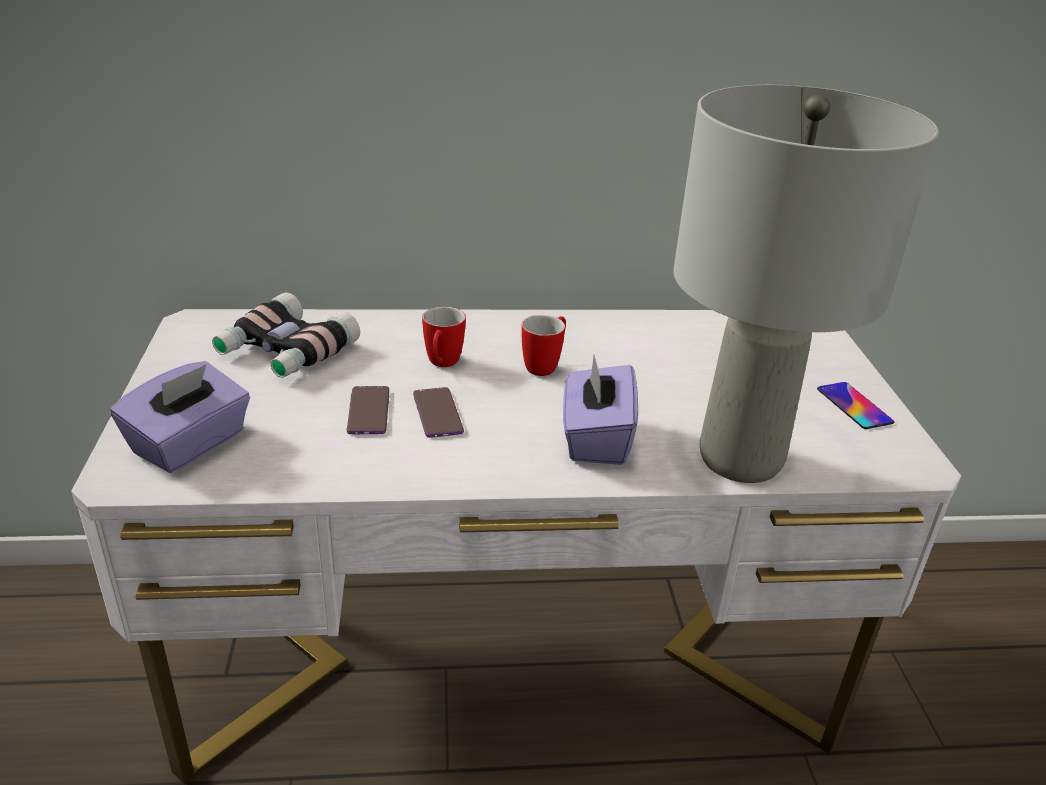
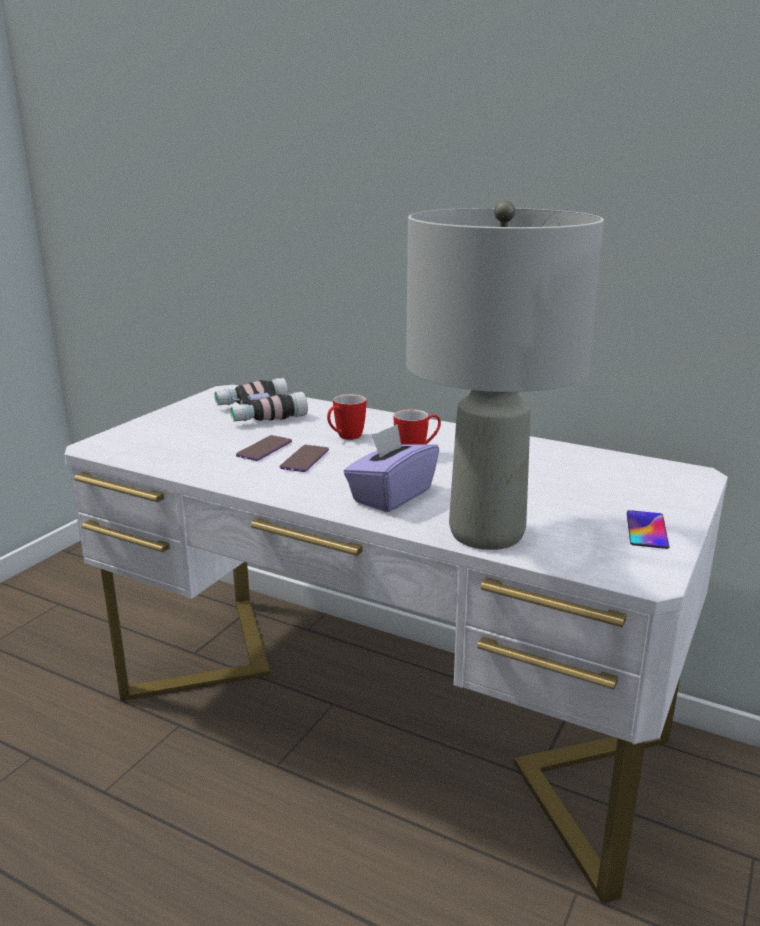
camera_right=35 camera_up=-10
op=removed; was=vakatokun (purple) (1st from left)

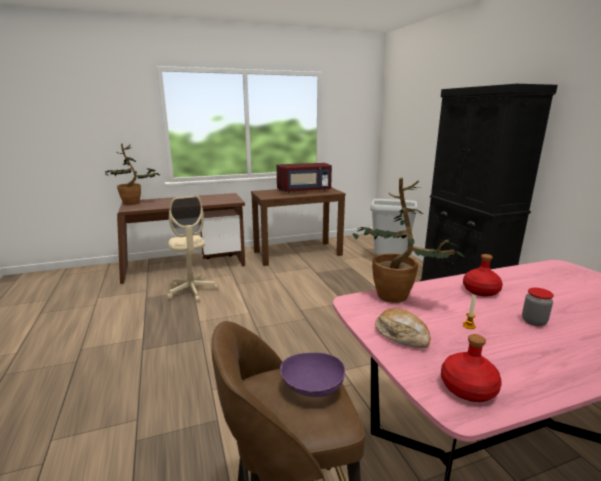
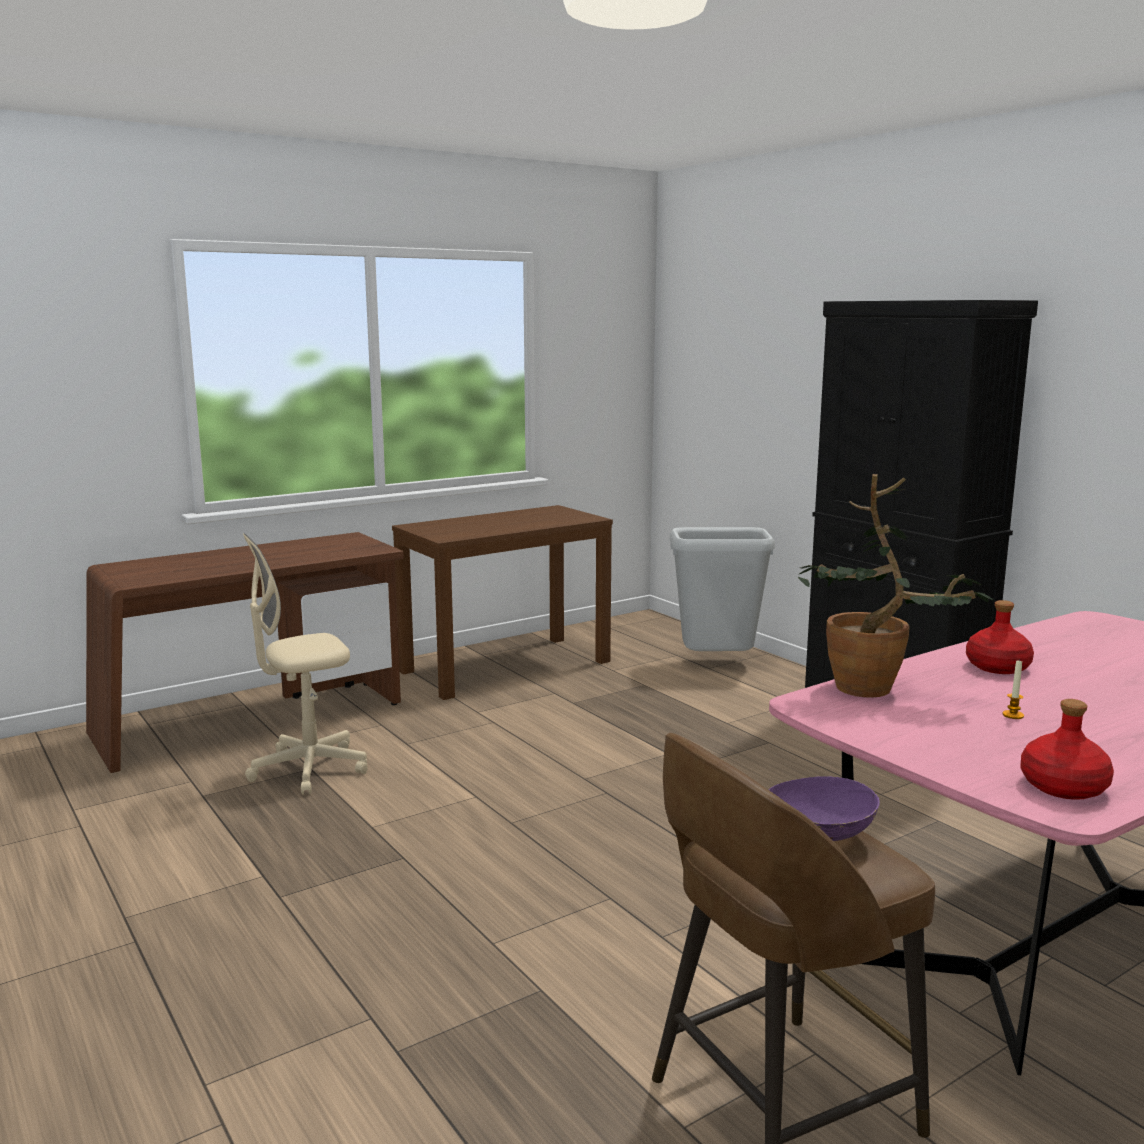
camera_right=-15 camera_up=-5
op=removed; was=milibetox (1st from left)
op=turned; was=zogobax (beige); clockwise=105
op=removed; was=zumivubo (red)
op=removed; was=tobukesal
op=removed; was=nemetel

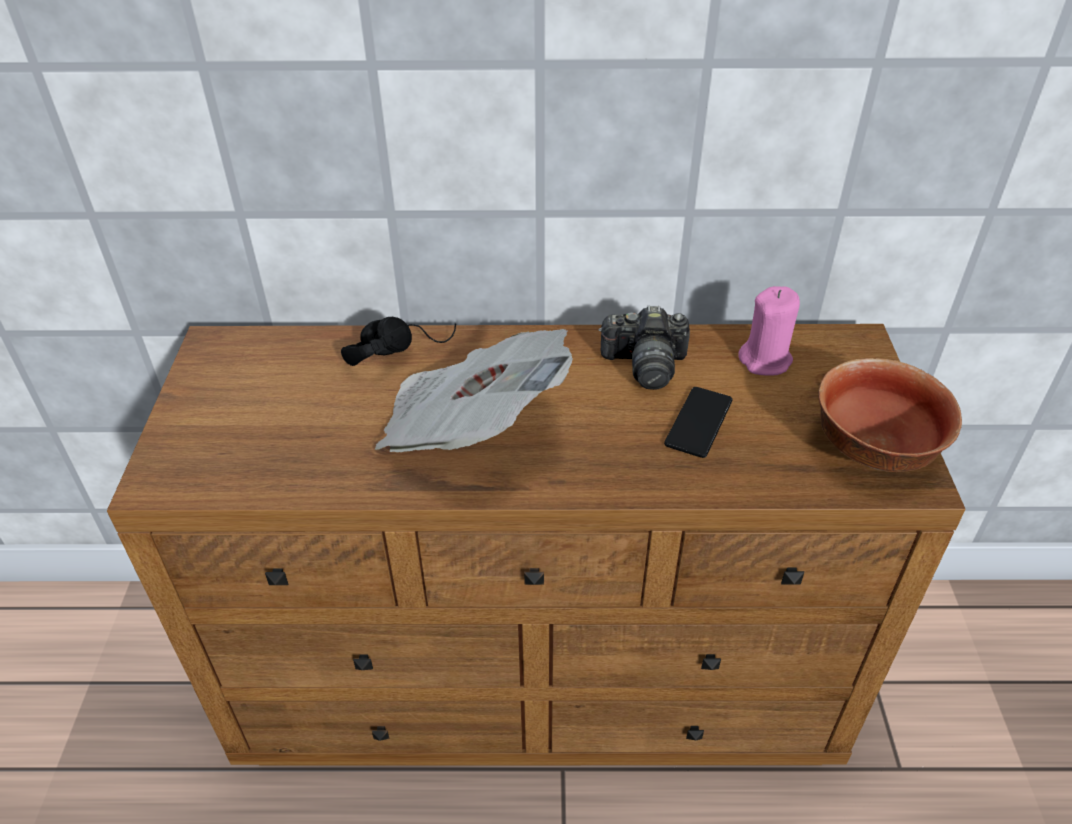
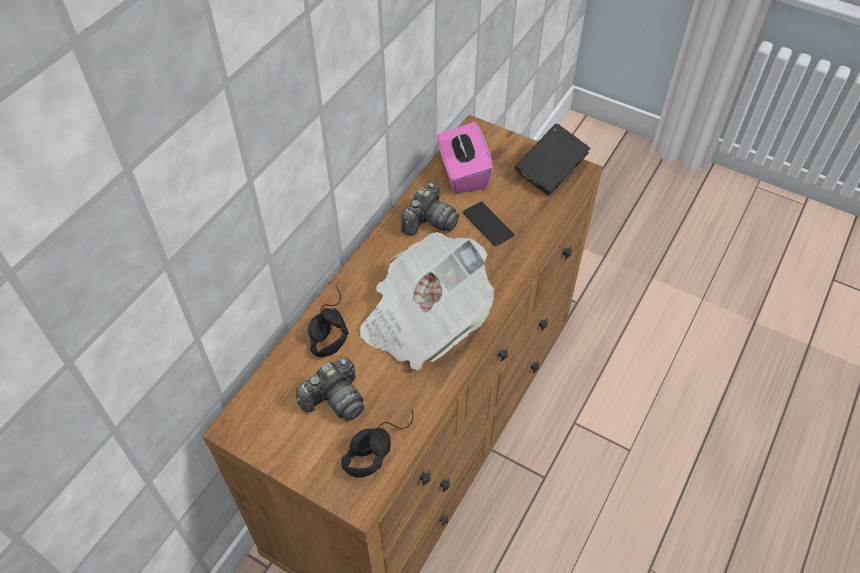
camera_right=-60 camera_up=10
op=replaced; was=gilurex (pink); now=vakatokun (pink)
op=replaced; was=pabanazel; now=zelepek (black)
op=added; now=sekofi (1st from left)
op=added; now=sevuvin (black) (2nd from left)

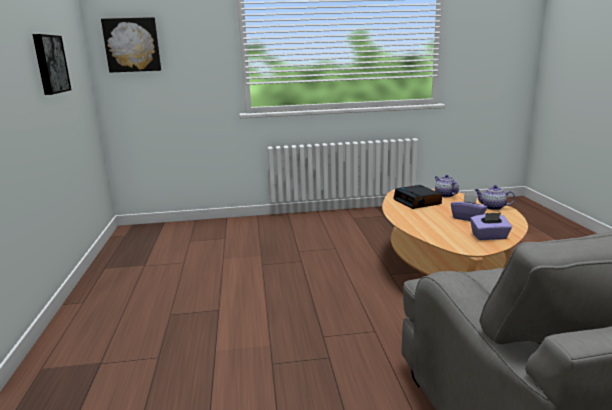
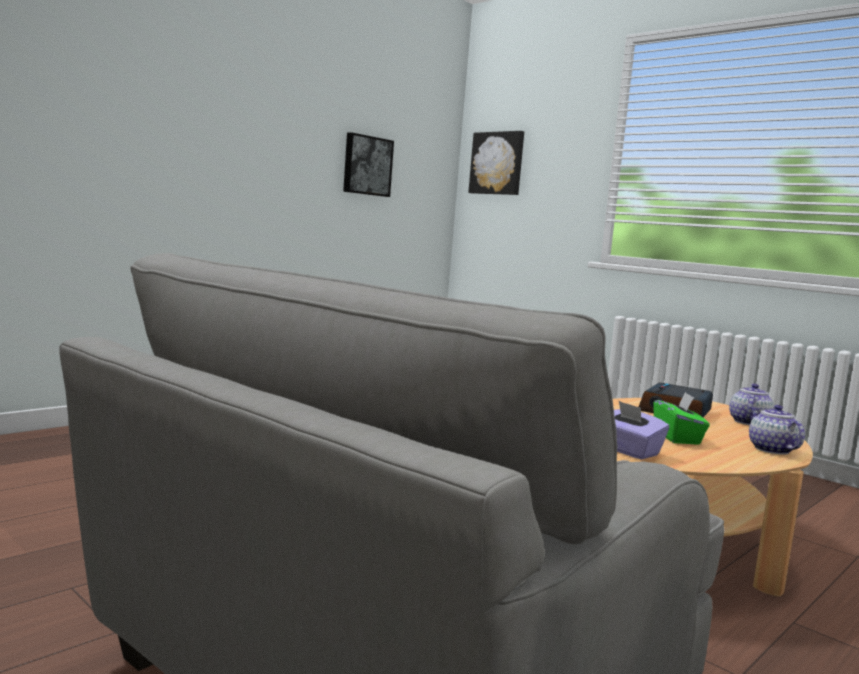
camera_right=50 camera_up=-10
op=recoloured; was=vakatokun (purple) (1st from left); now=vakatokun (green)

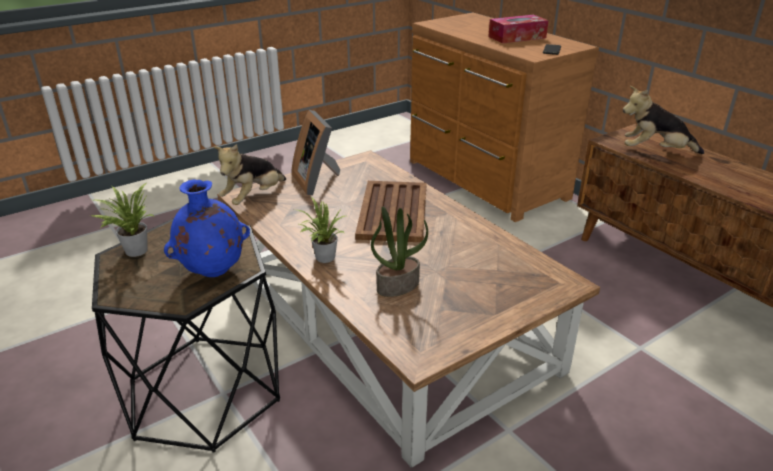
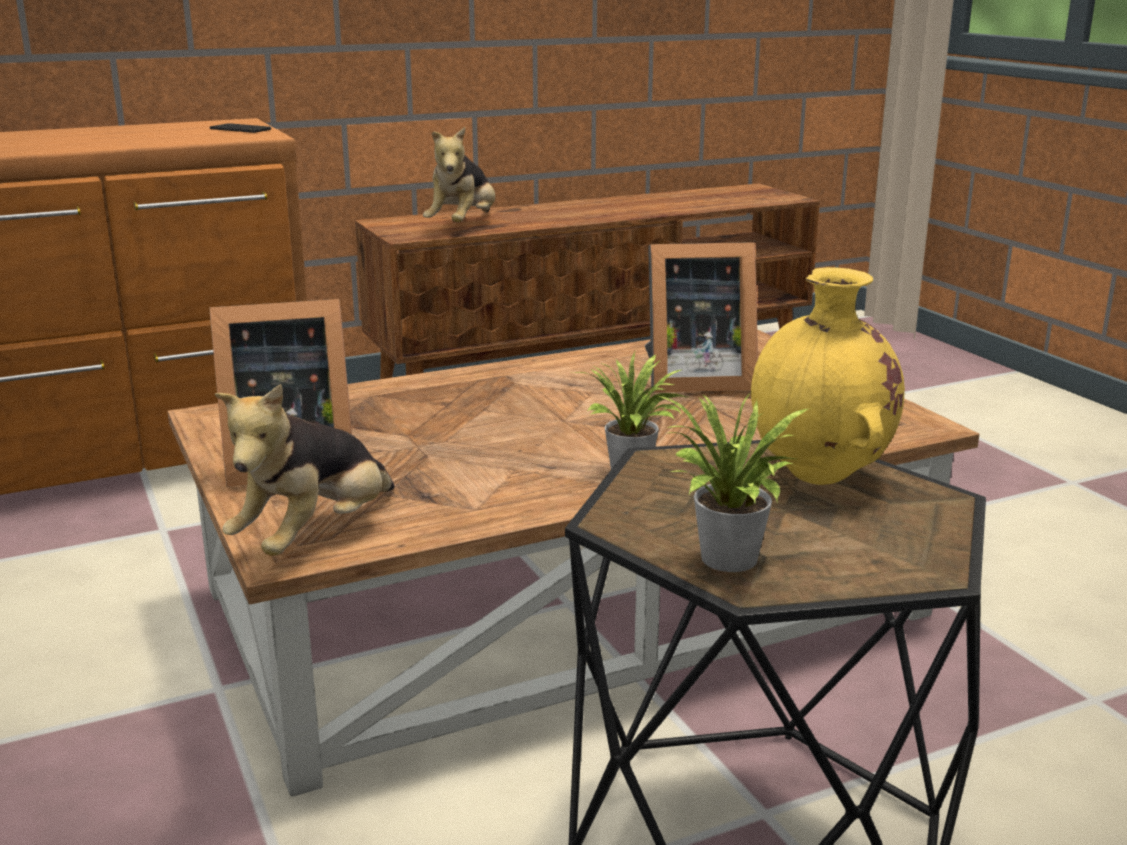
camera_right=-80 camera_up=-10
op=recoloured; was=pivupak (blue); now=pivupak (yellow)
op=turned; was=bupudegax (1st from left); clockwise=75
op=removed; was=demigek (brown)
op=removed; was=milibetox (3rd from left)
op=removed; was=vakatokun
op=added; now=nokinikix (2nd from left)

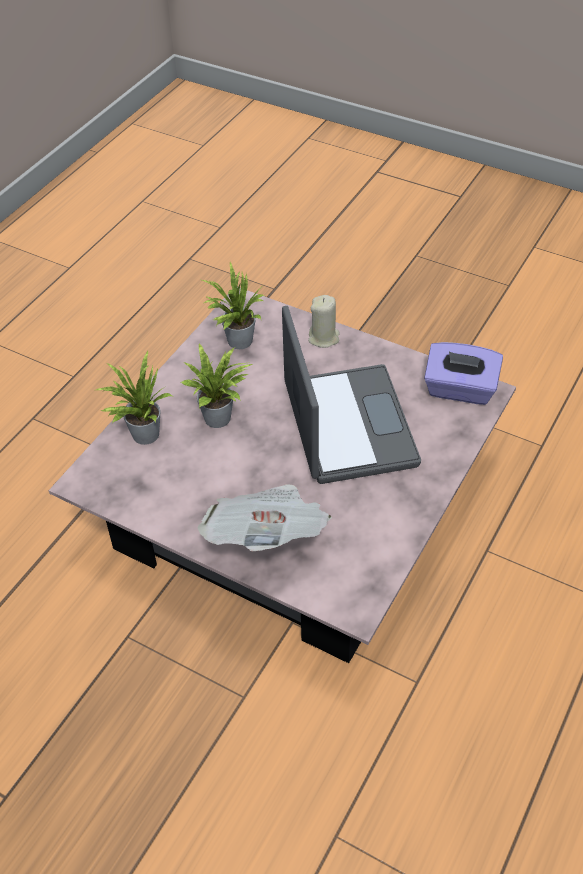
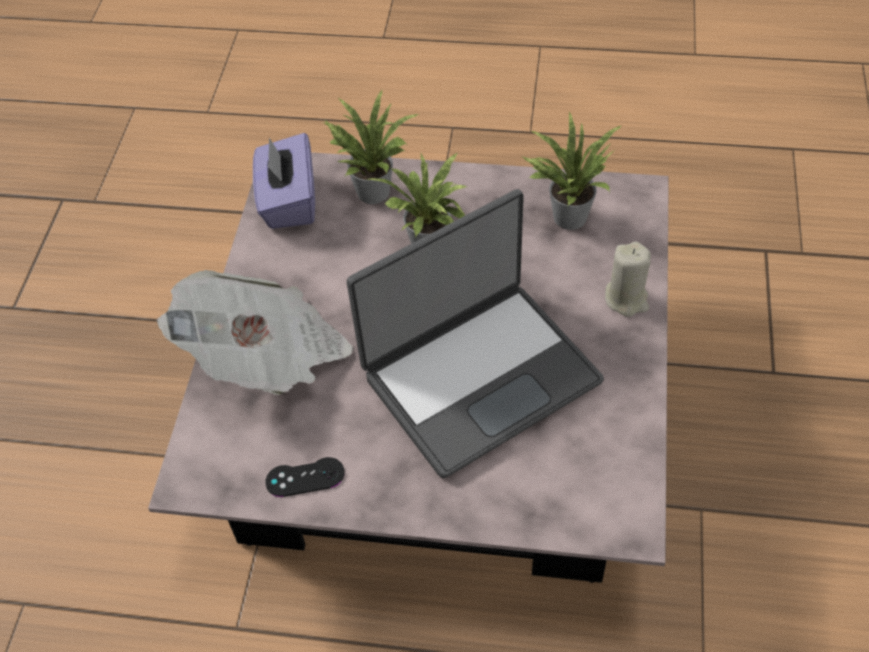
camera_right=70 camera_up=5
op=moved; was=vakatokun (purple)
op=added; now=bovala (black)

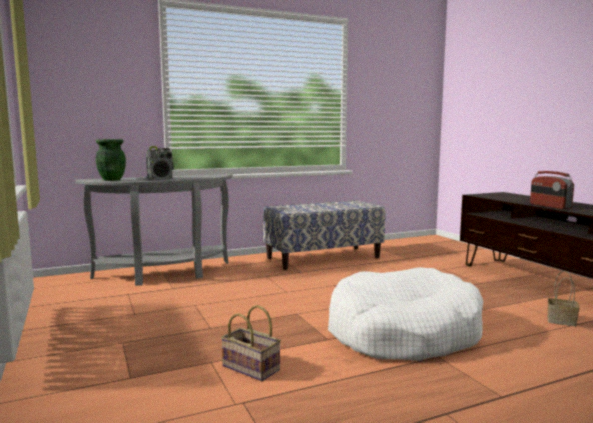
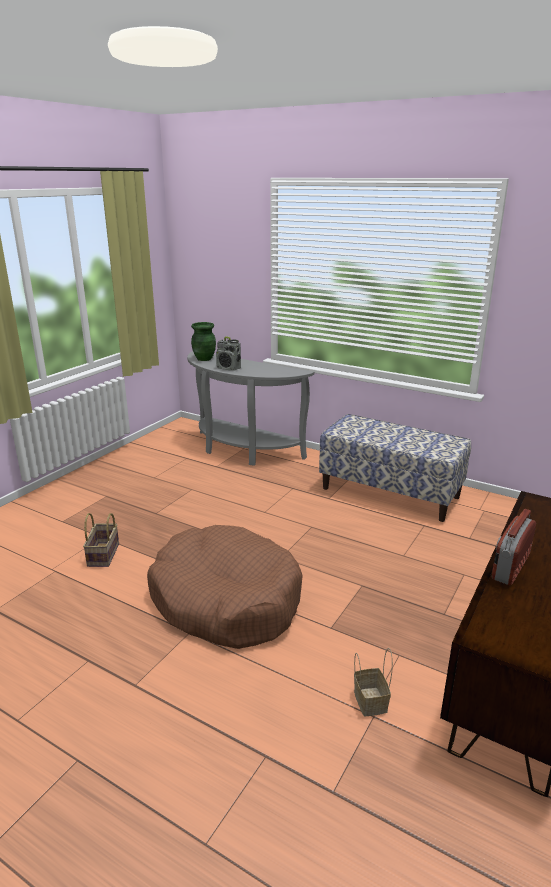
camera_right=55 camera_up=15
op=recoloured; was=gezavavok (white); now=gezavavok (brown)

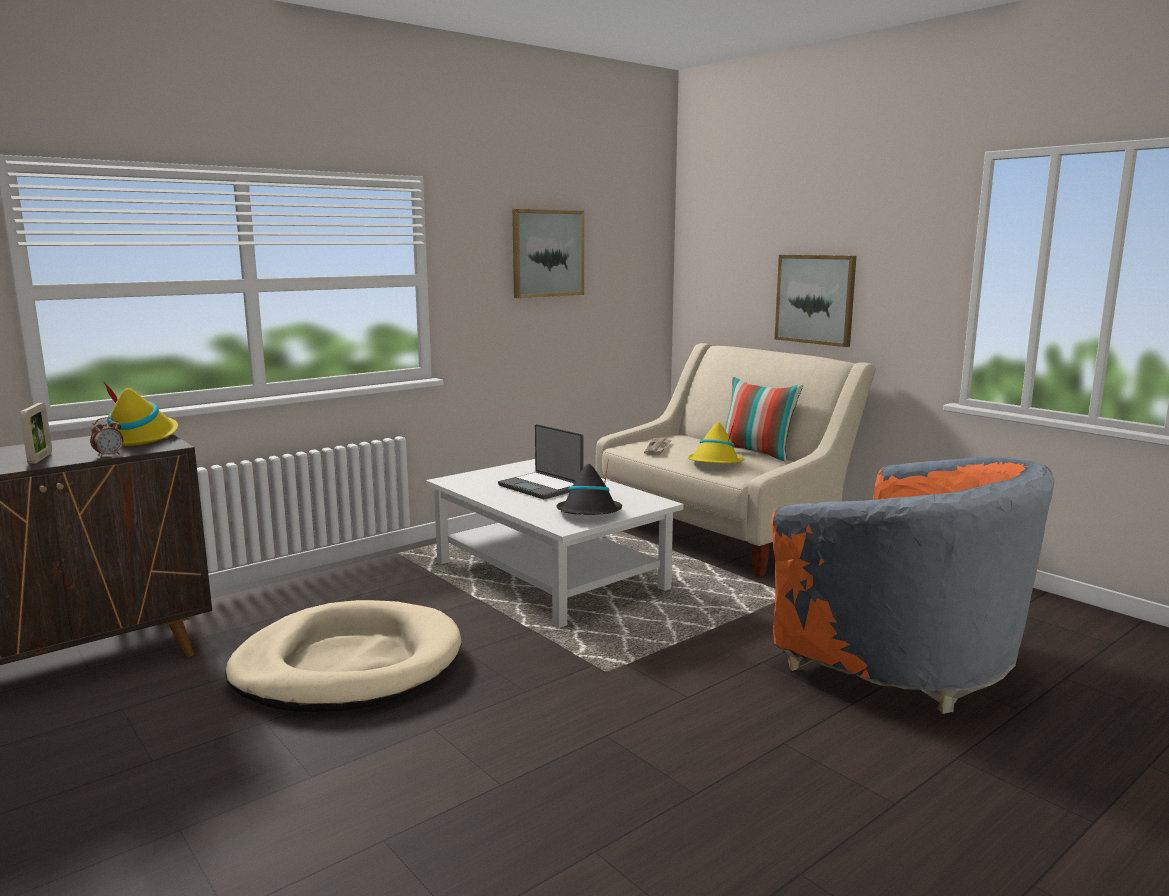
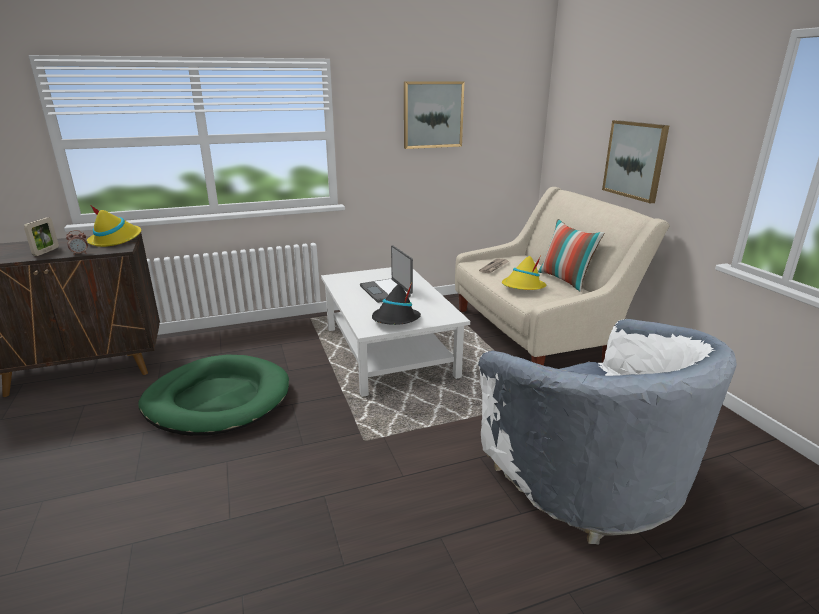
camera_right=20 camera_up=10
op=recoloured; was=gezavavok (beige); now=gezavavok (green)
op=recoloured; was=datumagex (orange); now=datumagex (white)

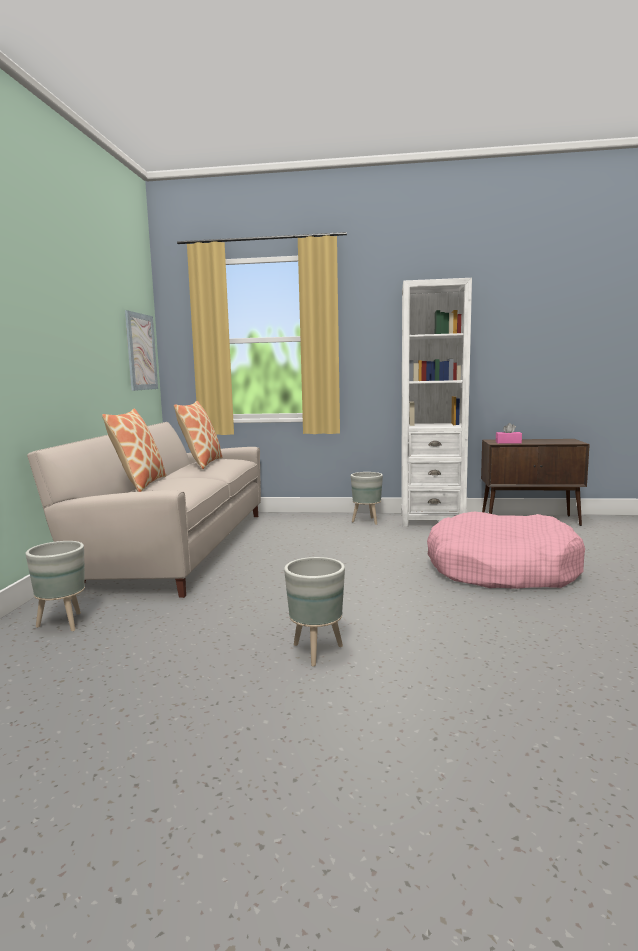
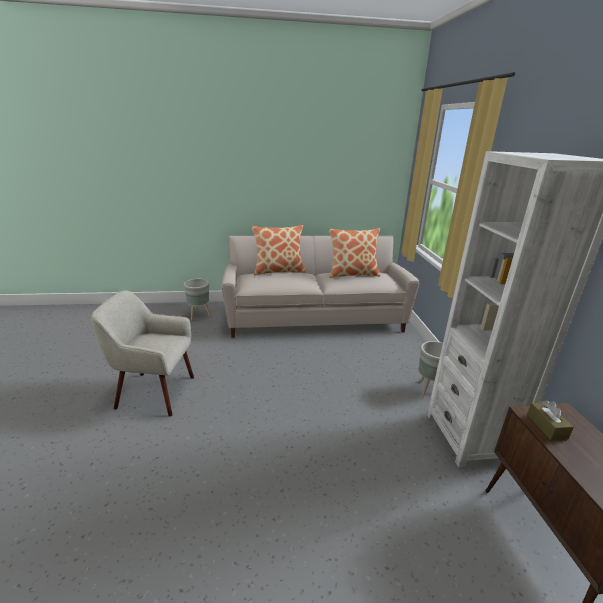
camera_right=75 camera_up=15
op=removed; was=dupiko
op=replaced; was=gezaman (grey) (2nd from left); now=datumagex (beige)
op=removed; was=gezavavok (pink)
op=recoloured; was=vakatokun (pink); now=vakatokun (brown)

